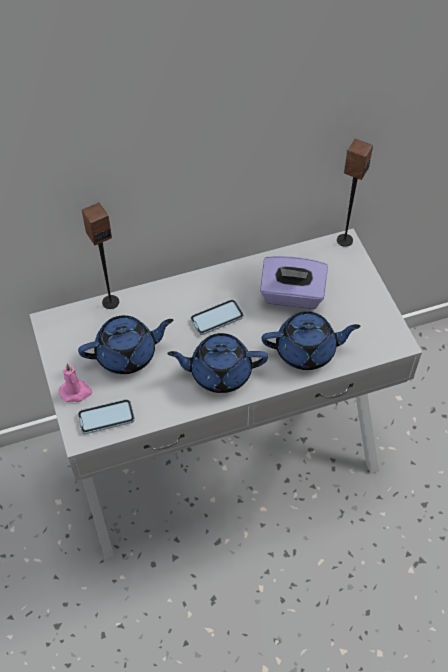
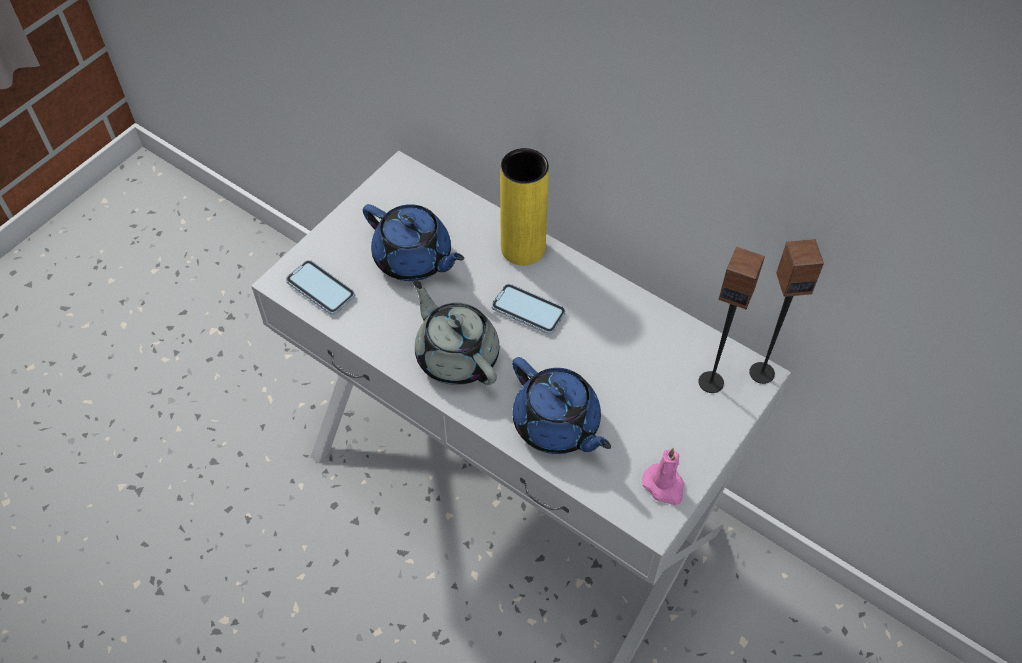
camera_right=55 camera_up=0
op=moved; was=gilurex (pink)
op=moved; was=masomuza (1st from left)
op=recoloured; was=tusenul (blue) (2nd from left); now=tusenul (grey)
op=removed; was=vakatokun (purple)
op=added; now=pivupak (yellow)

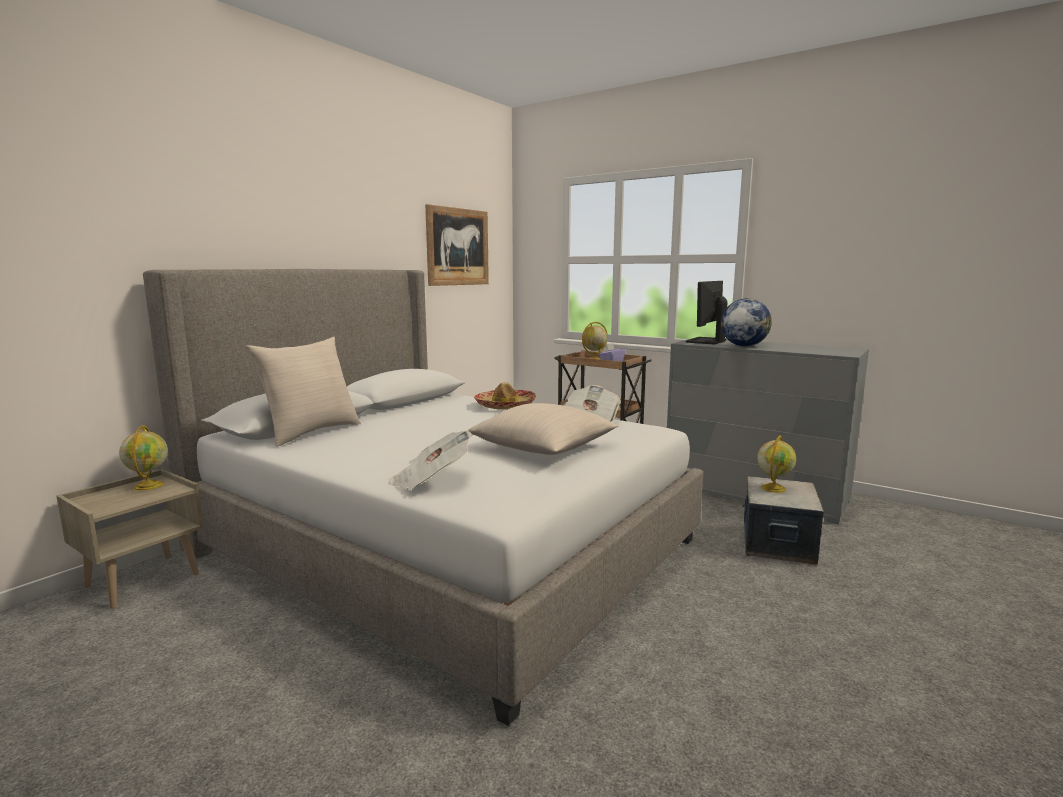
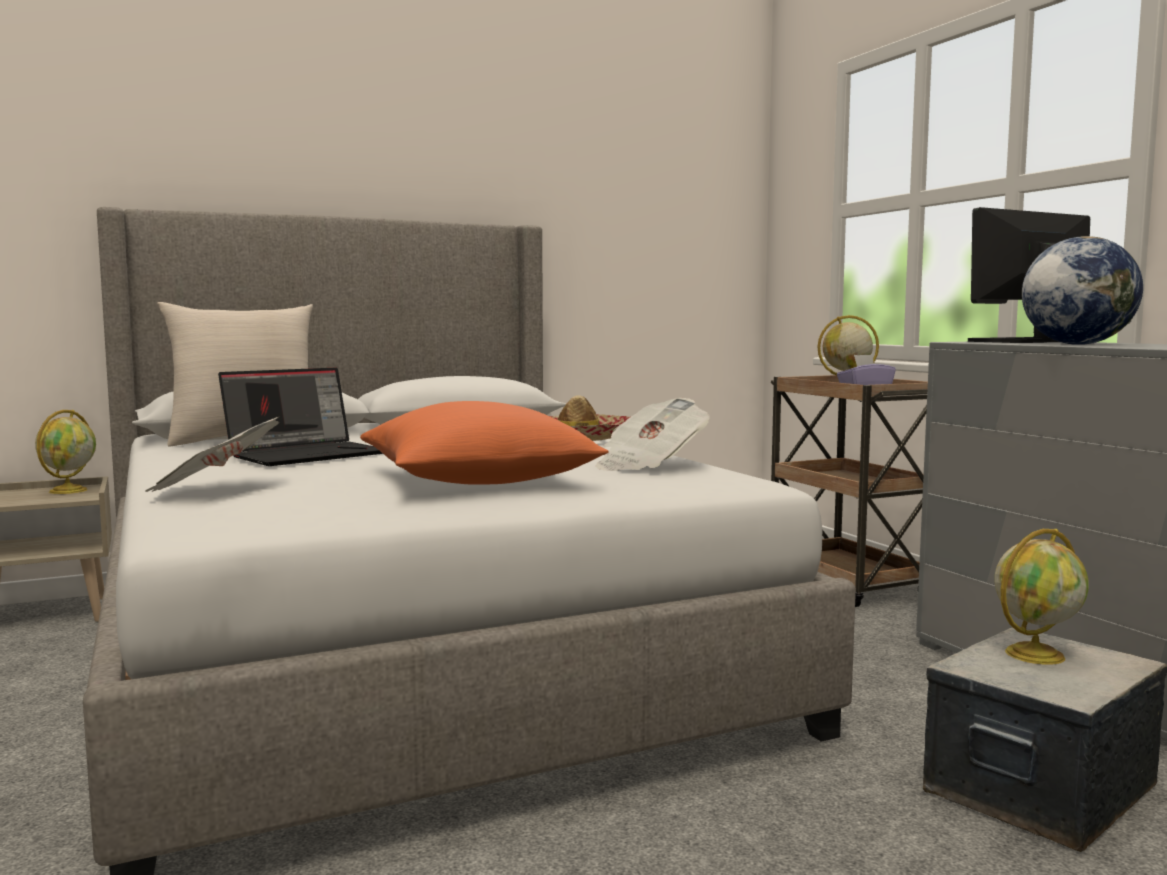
camera_right=30 camera_up=-5
op=removed; was=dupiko
op=recoloured; was=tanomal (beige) (2nd from left); now=tanomal (orange)
op=added; now=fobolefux

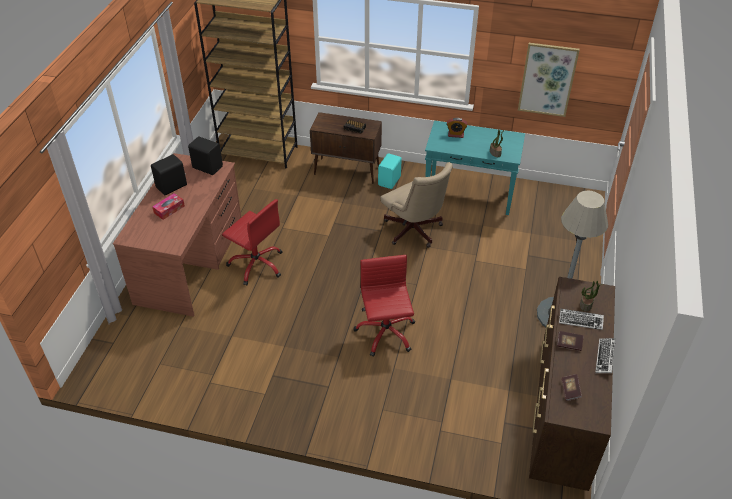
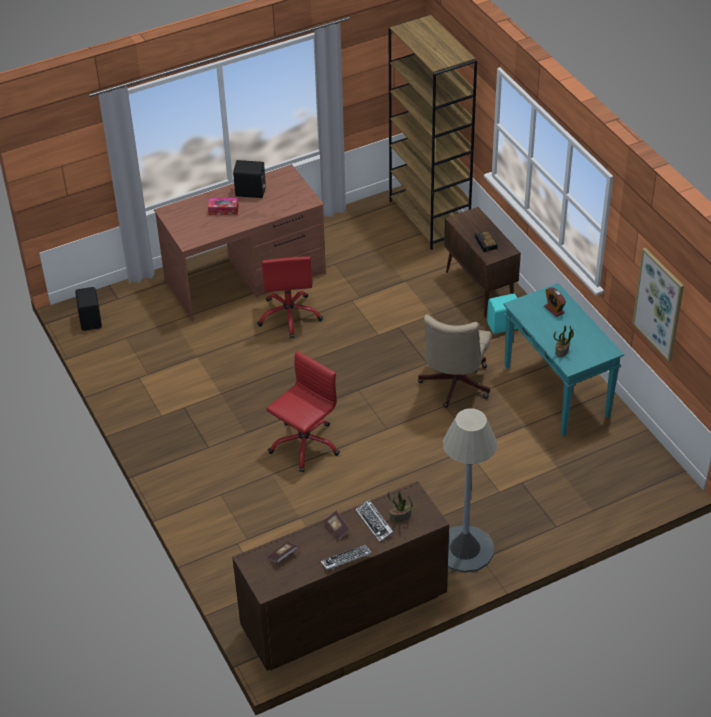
camera_right=50 camera_up=0
op=moved; was=masomuza (black) (2nd from left in the first image); now=masomuza (black) (1st from left)

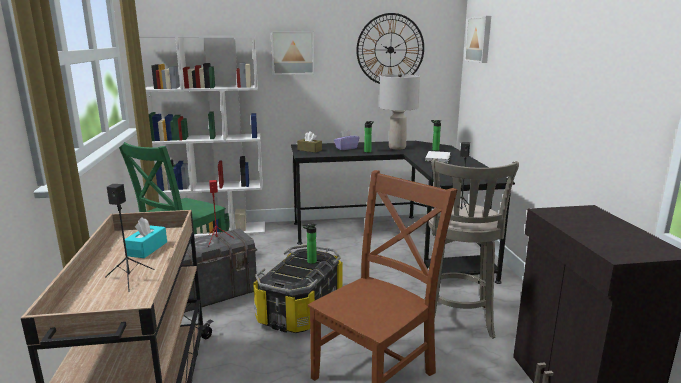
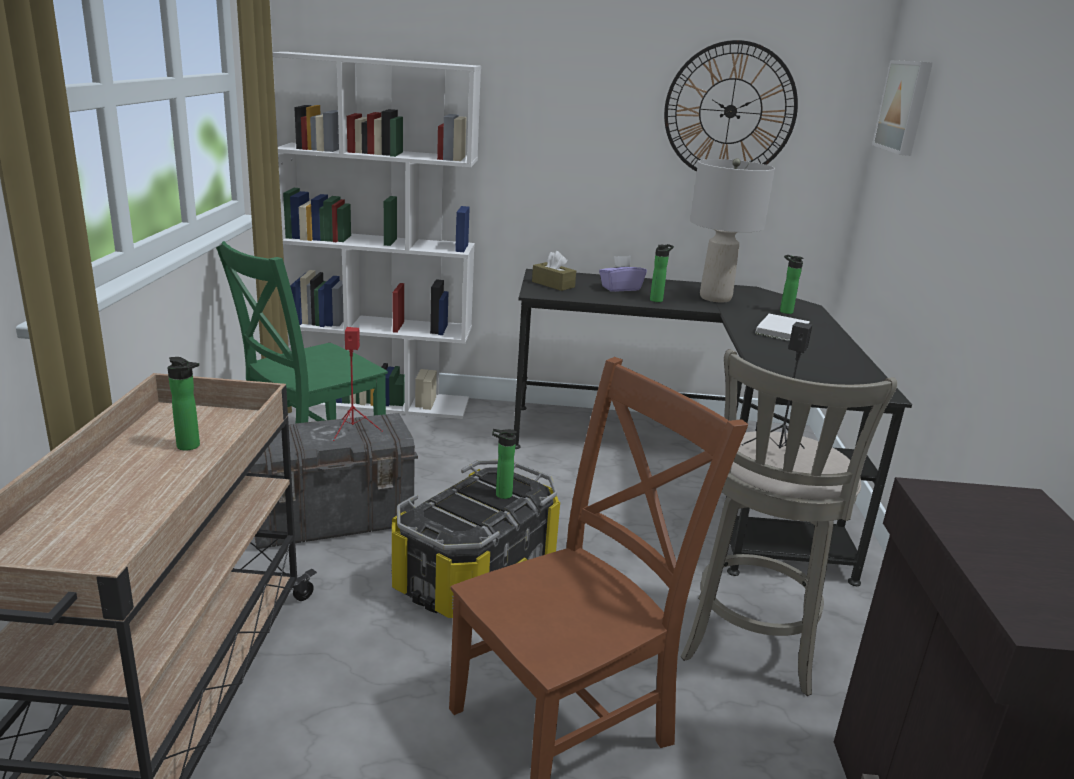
camera_right=10 camera_up=5
op=removed; was=masomuza (black) (1st from left)
op=replaced; was=vakatokun (turquoise); now=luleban (1st from left)
op=removed; was=dupiko (1st from left)

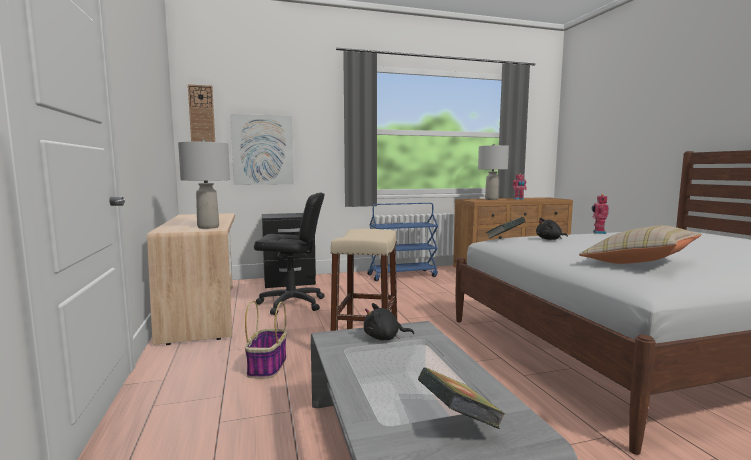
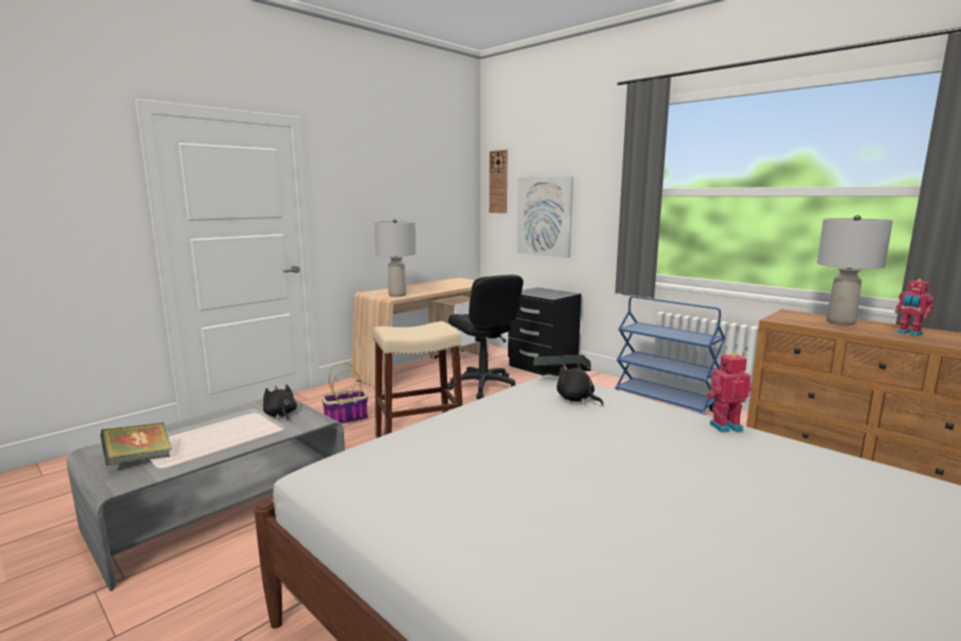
camera_right=60 camera_up=5
op=removed; was=tanomal (beige)

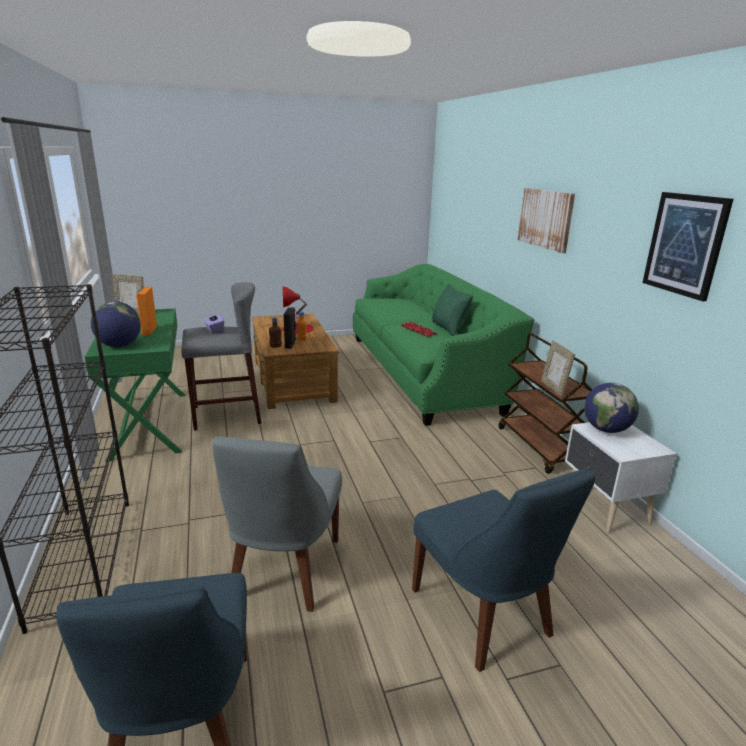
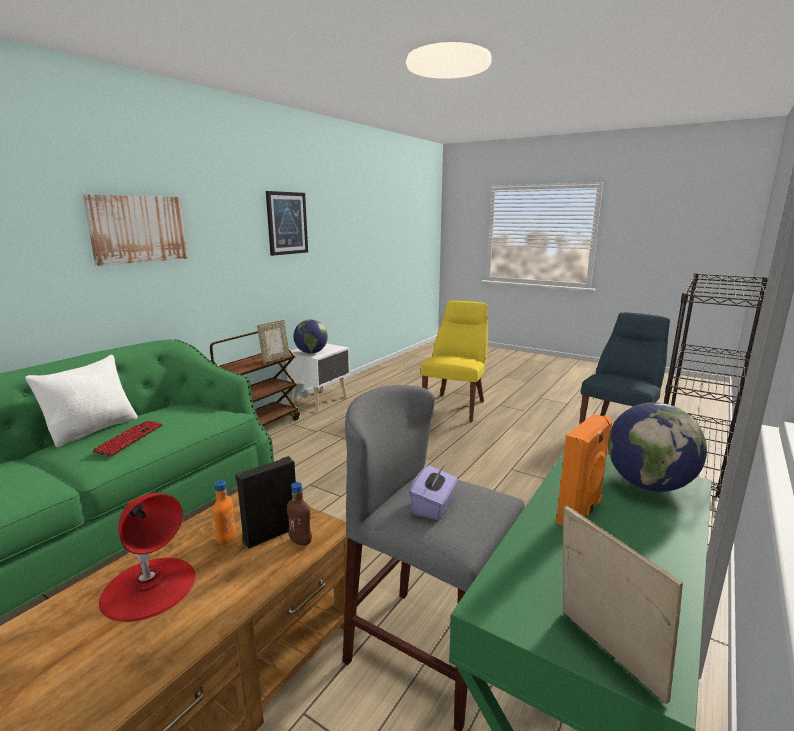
camera_right=-130 camera_up=-5
op=removed; was=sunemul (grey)
op=recoloured; was=sunemul (blue) (2nd from left); now=sunemul (yellow)
op=recoloured; was=tanomal (green); now=tanomal (white)

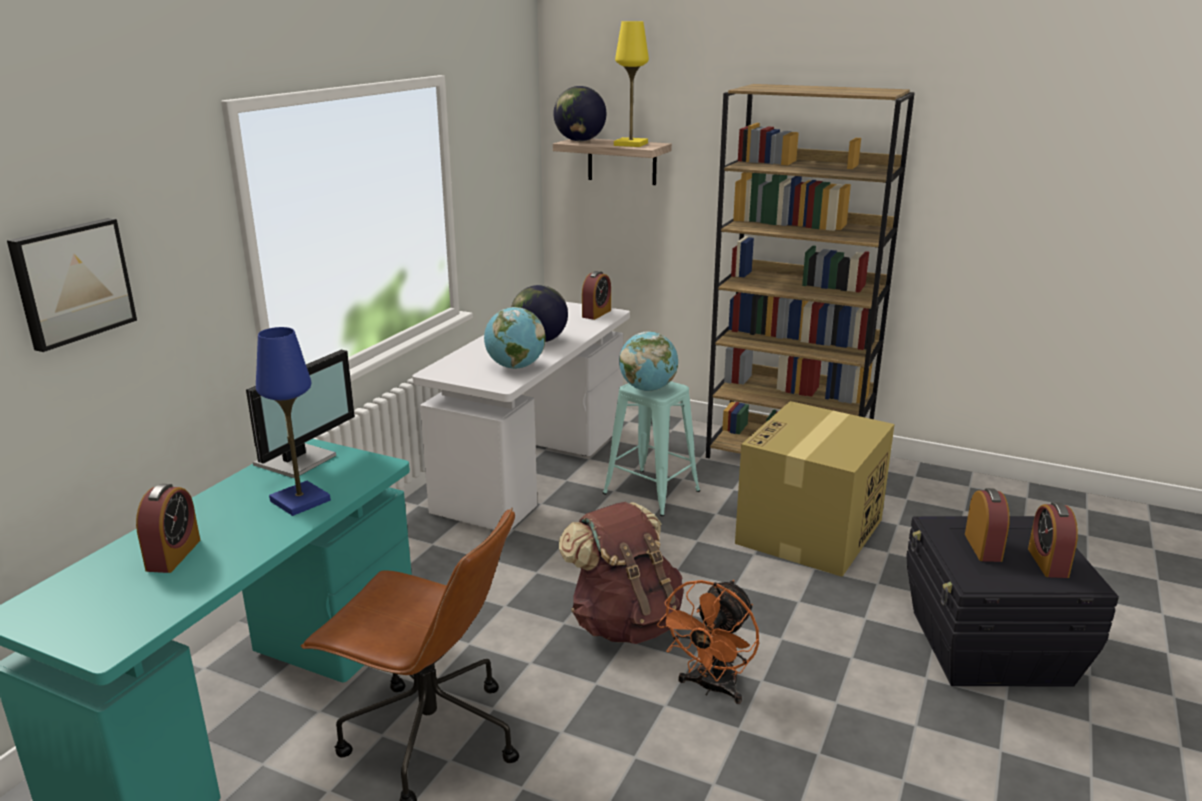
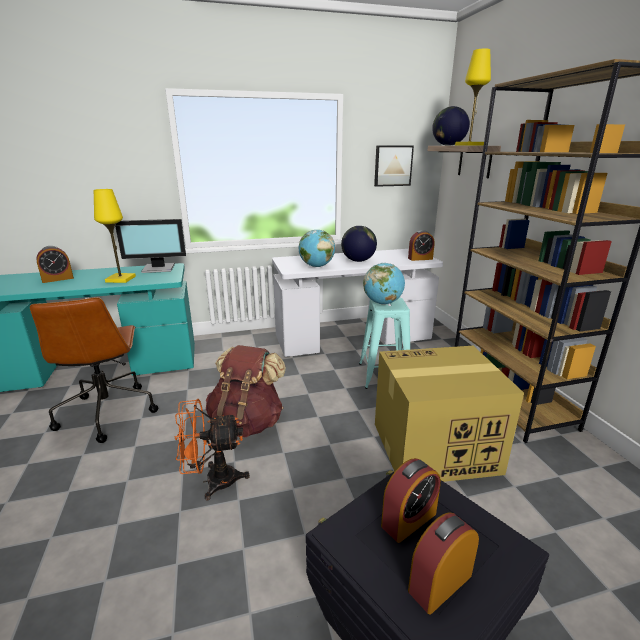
camera_right=50 camera_up=0
op=moved; was=dupiko
op=recoloured; was=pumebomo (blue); now=pumebomo (yellow) (1st from left)

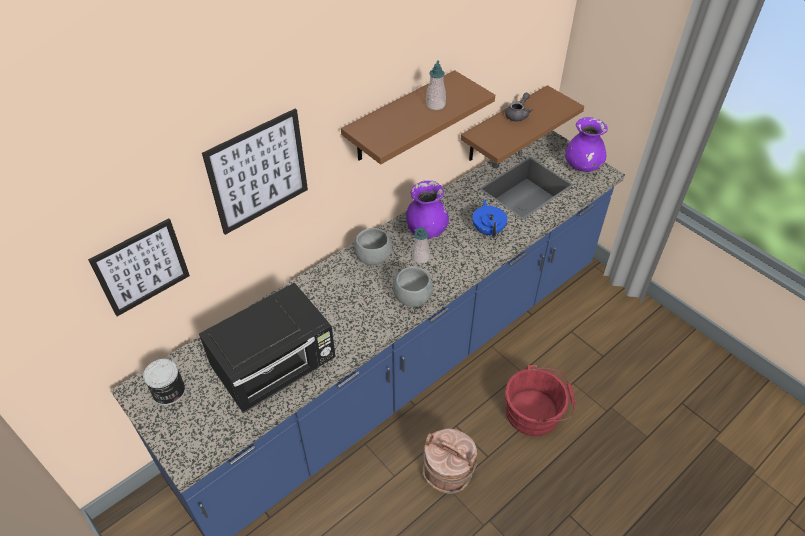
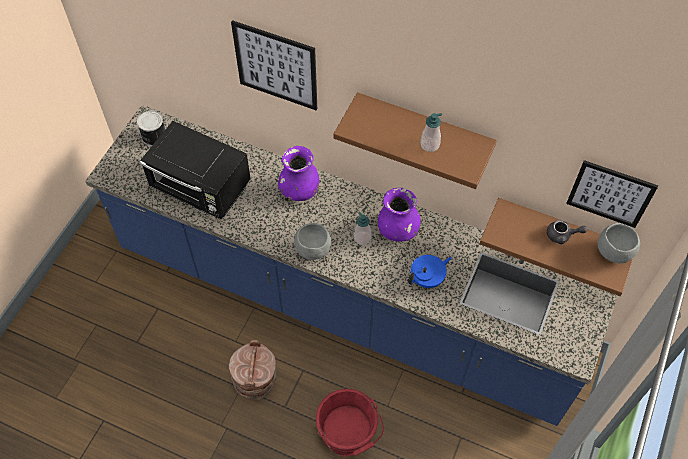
camera_right=65 camera_up=10
op=moved; was=dupiko (1st from left in the first image); now=dupiko (2nd from left)
op=moved; was=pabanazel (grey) (1st from left in the first image); now=pabanazel (grey) (2nd from left)
op=moved; was=pivupak (purple) (2nd from left in the first image); now=pivupak (purple) (1st from left)

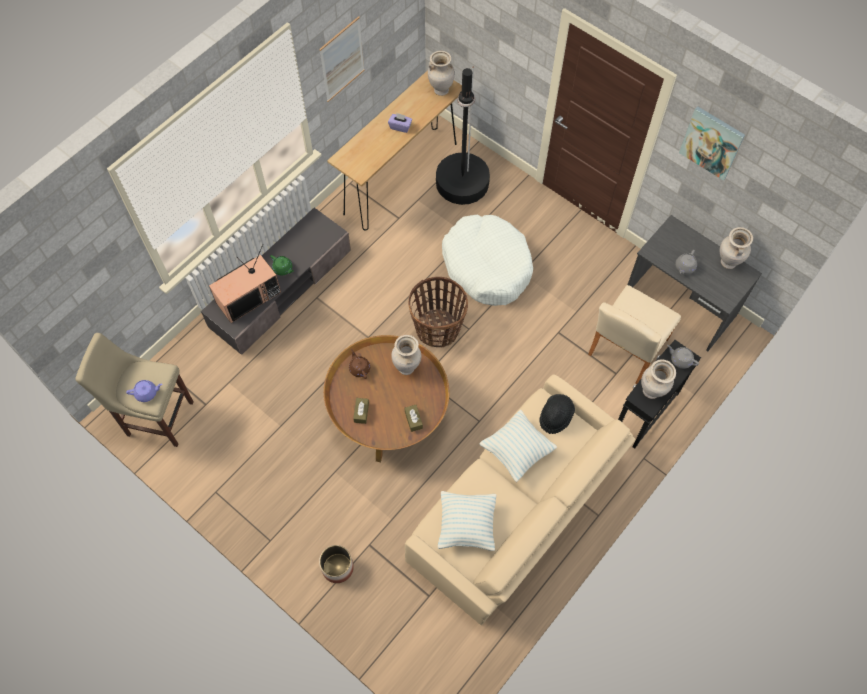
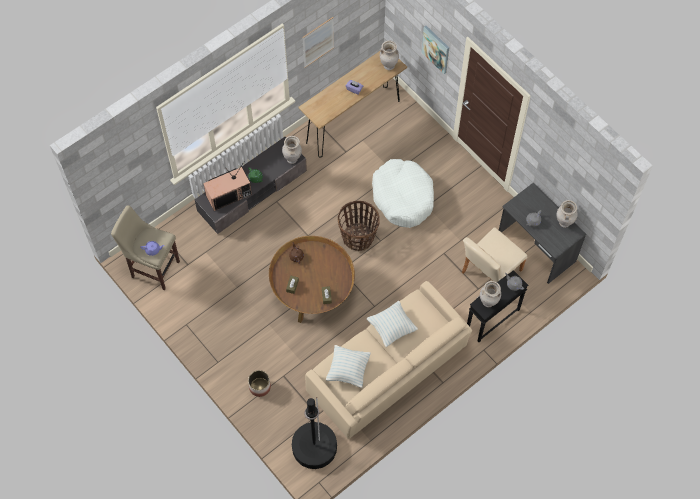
camera_right=10 camera_up=0
op=moved; was=pivupak (beige) (1st from left)
op=moved; was=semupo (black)
op=removed; was=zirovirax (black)
op=moved; was=dupiko (2nd from left)

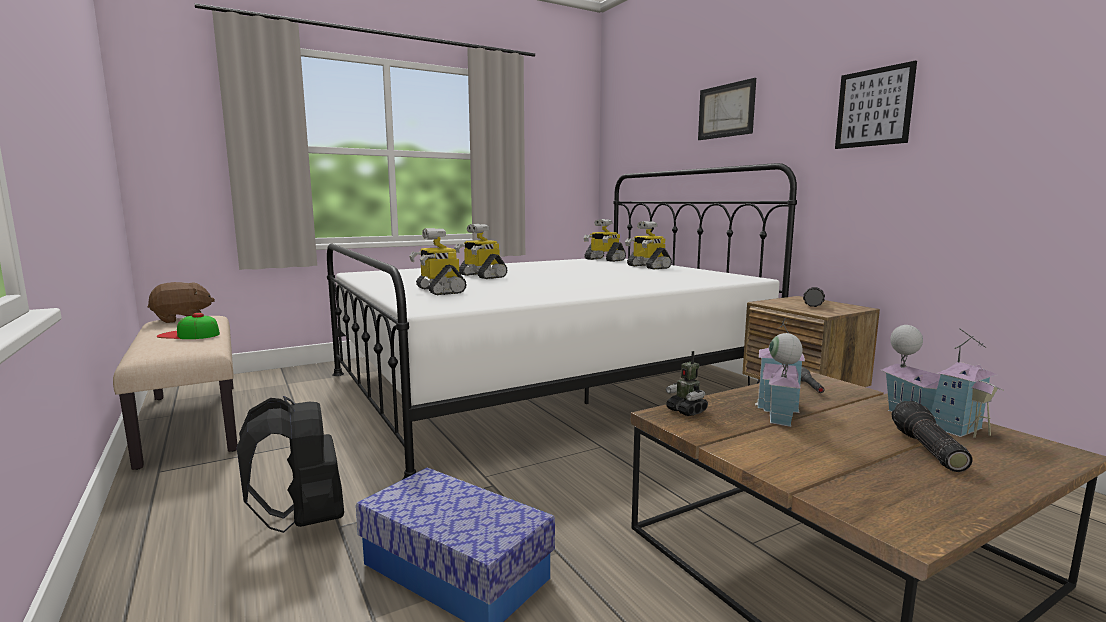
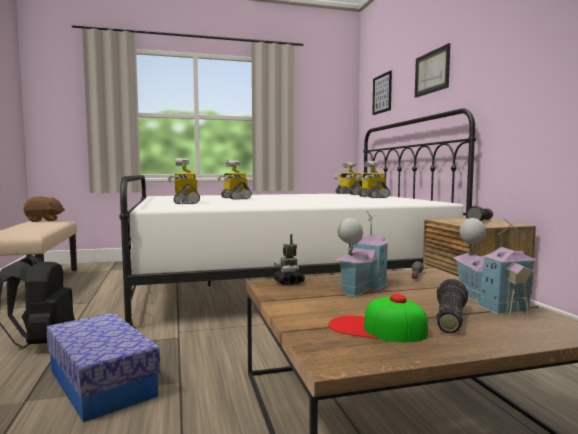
camera_right=15 camera_up=-5
op=moved; was=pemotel
op=moved; was=dupiko (2nd from left in the first image); now=dupiko (1st from left)

